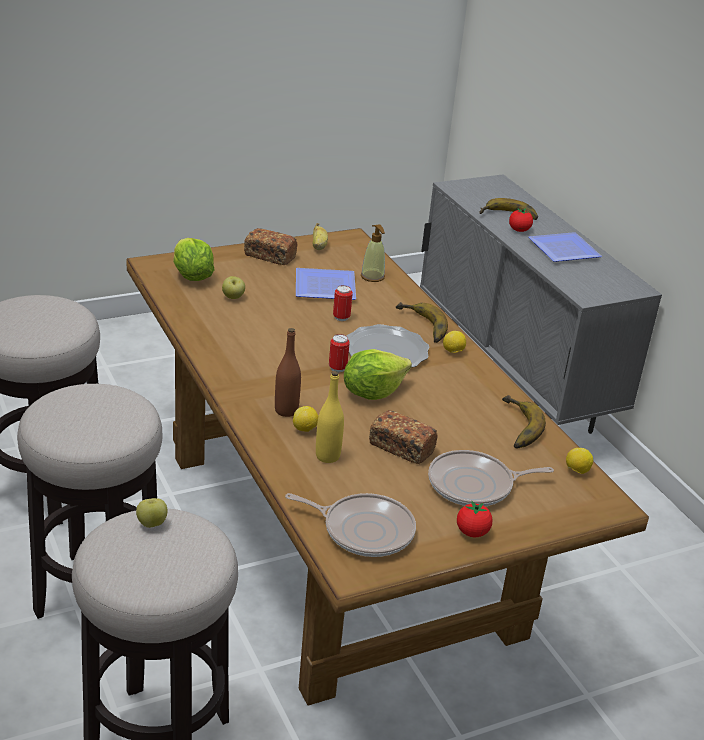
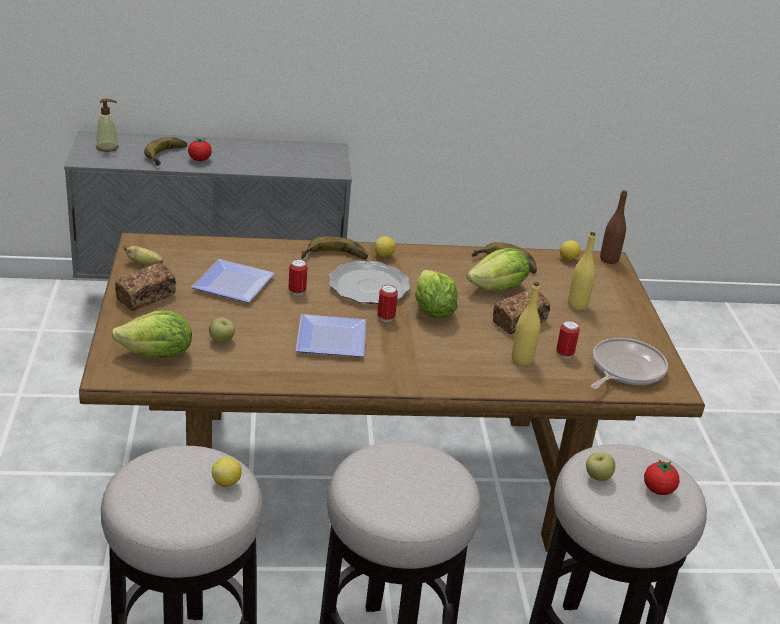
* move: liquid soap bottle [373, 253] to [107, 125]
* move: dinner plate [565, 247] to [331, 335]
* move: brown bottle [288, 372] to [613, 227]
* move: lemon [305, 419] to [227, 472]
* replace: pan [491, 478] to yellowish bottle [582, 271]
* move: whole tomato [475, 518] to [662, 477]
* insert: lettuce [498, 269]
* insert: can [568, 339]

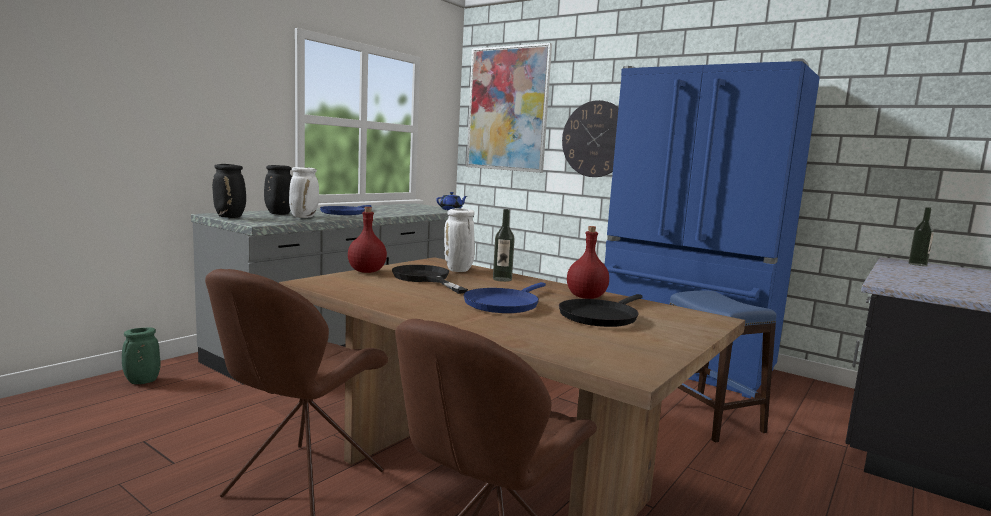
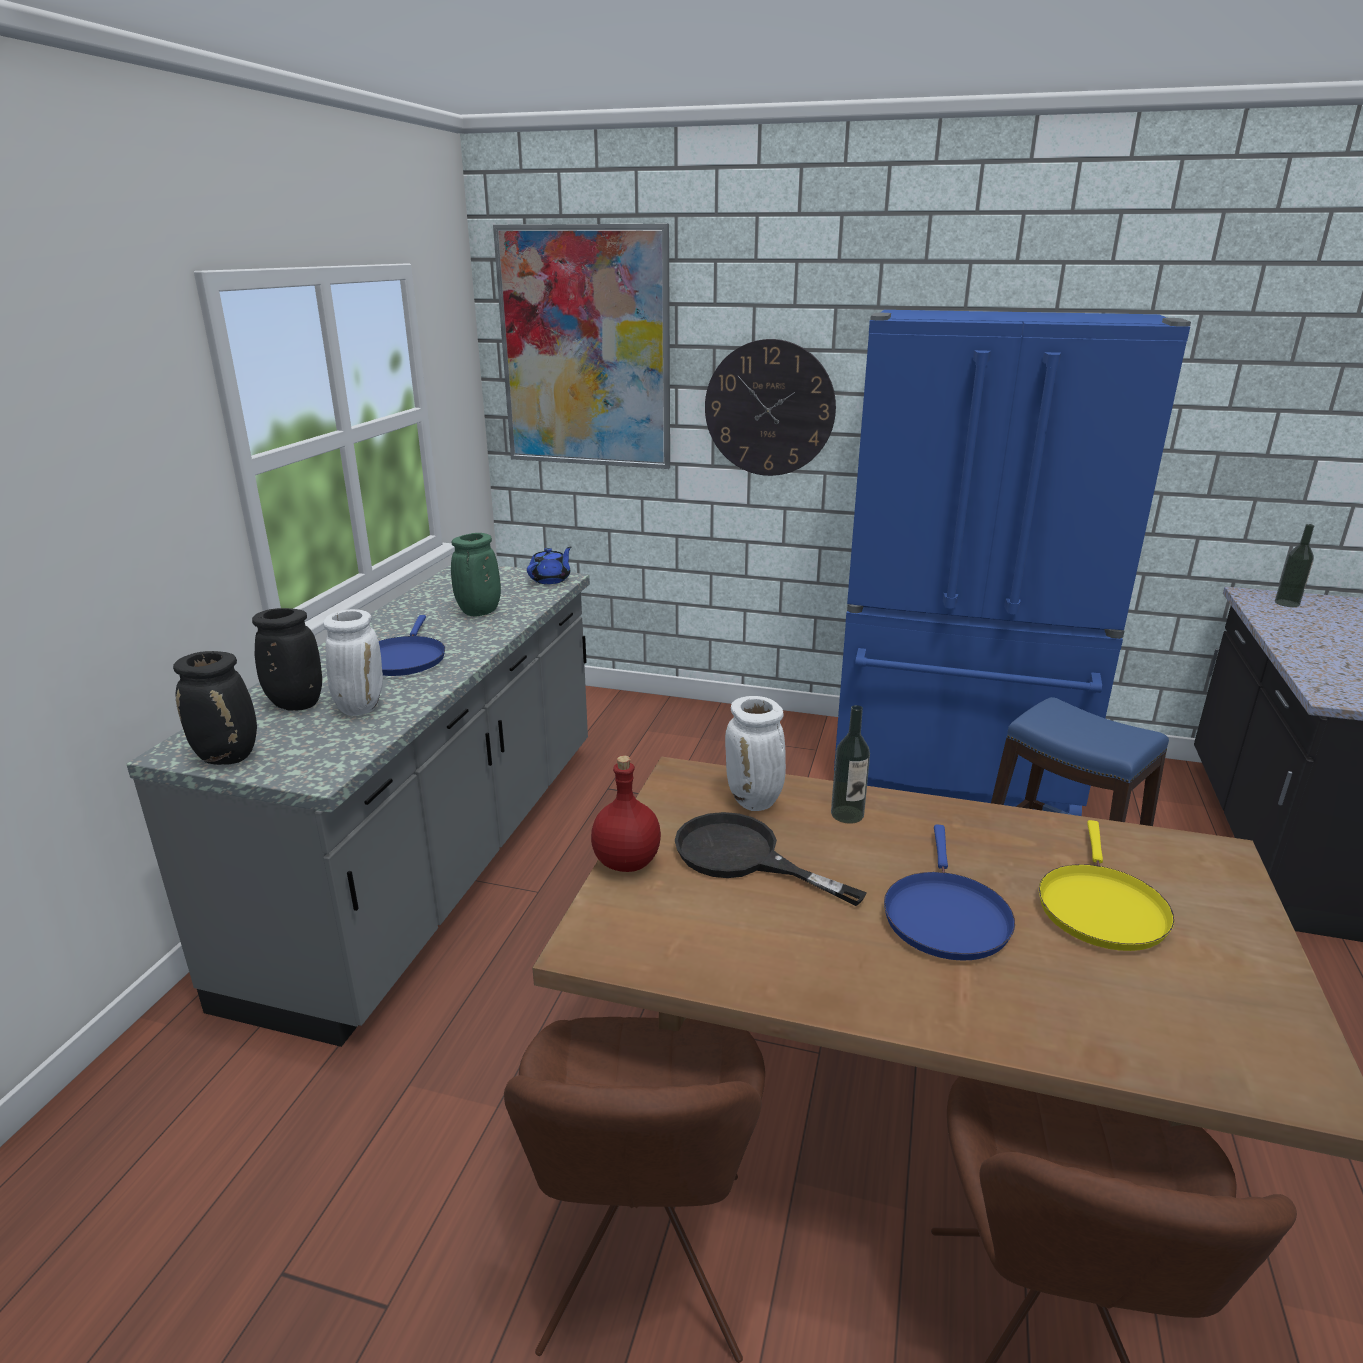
* delete: red bottle [588, 262]
* recolor: black-coloured pan [601, 310] to yellowish pan [1106, 885]
* move: green-coloured flower vase [141, 355] to [476, 575]

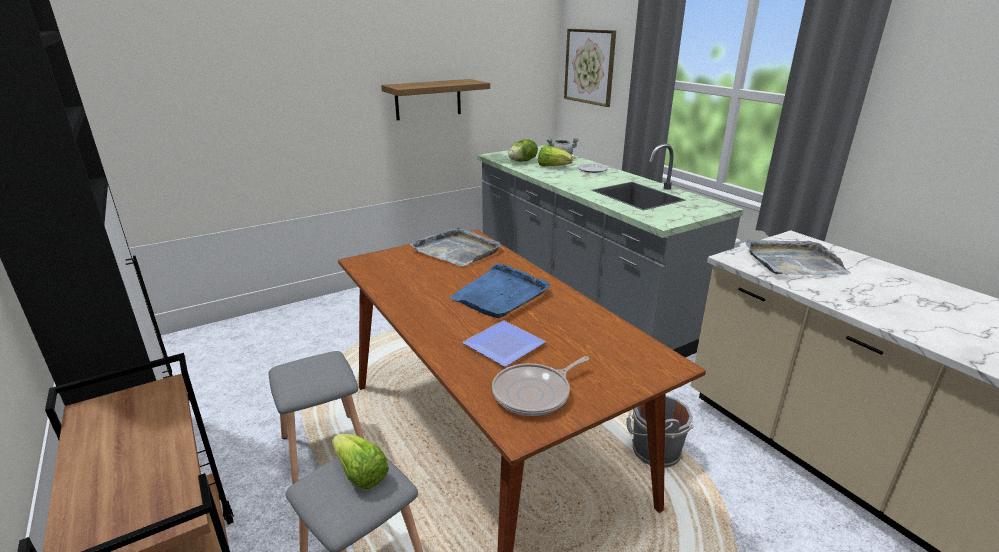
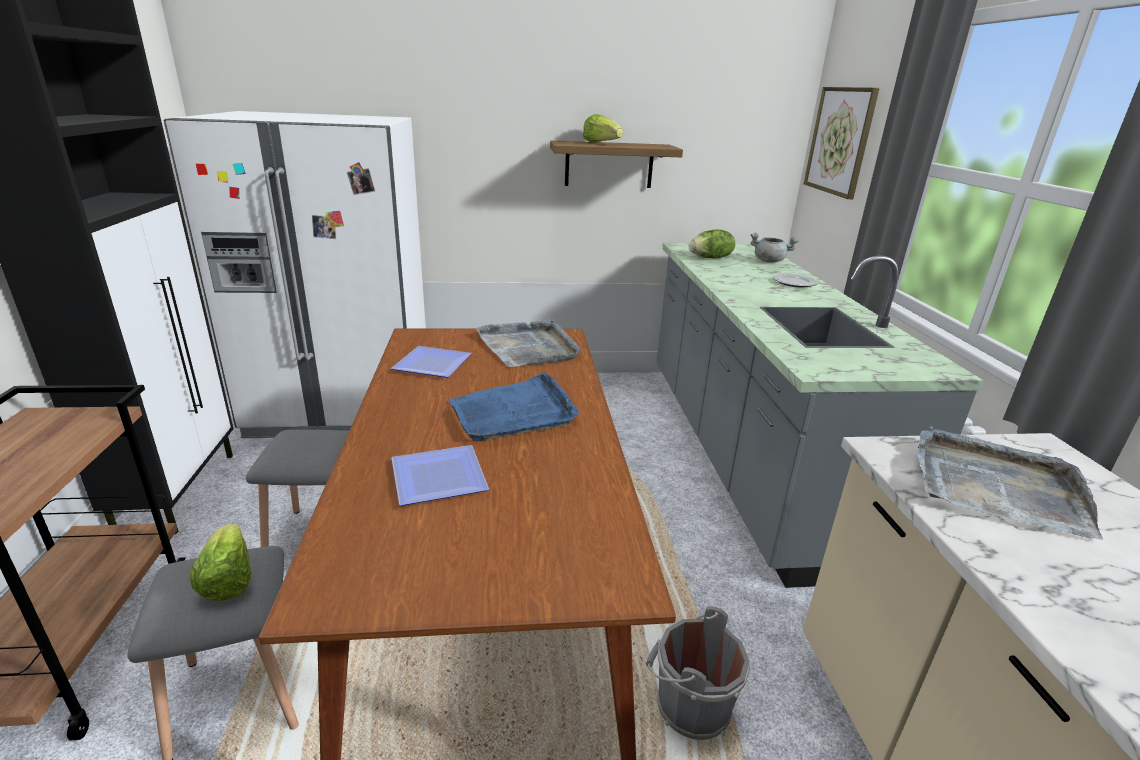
* move: lettuce [555, 156] to [603, 128]
* delete: pan [540, 386]
* insert: white fridge [295, 274]
* insert: dinner plate [431, 362]

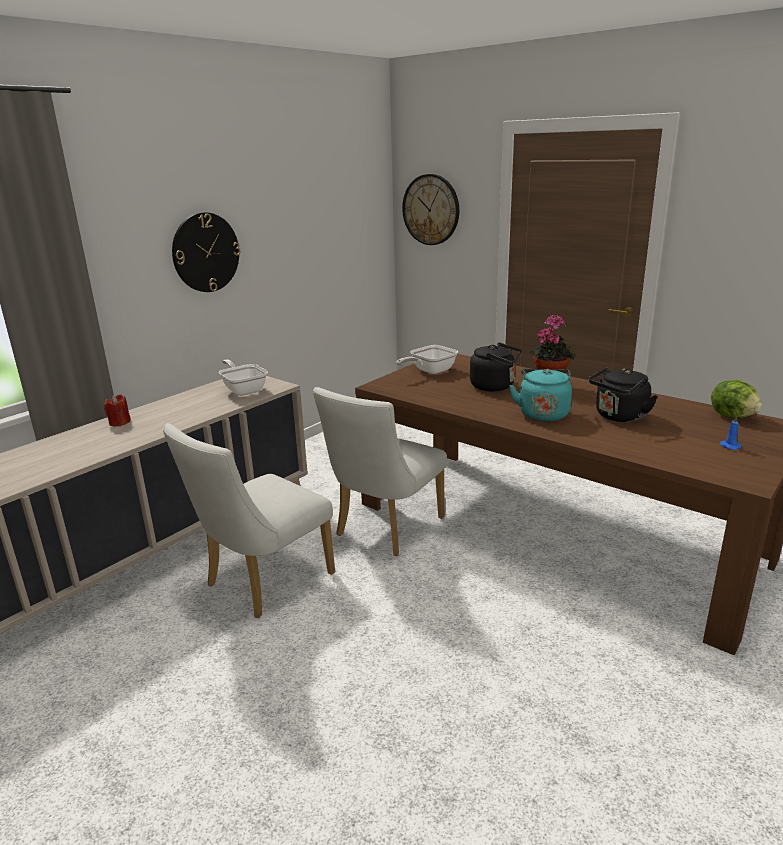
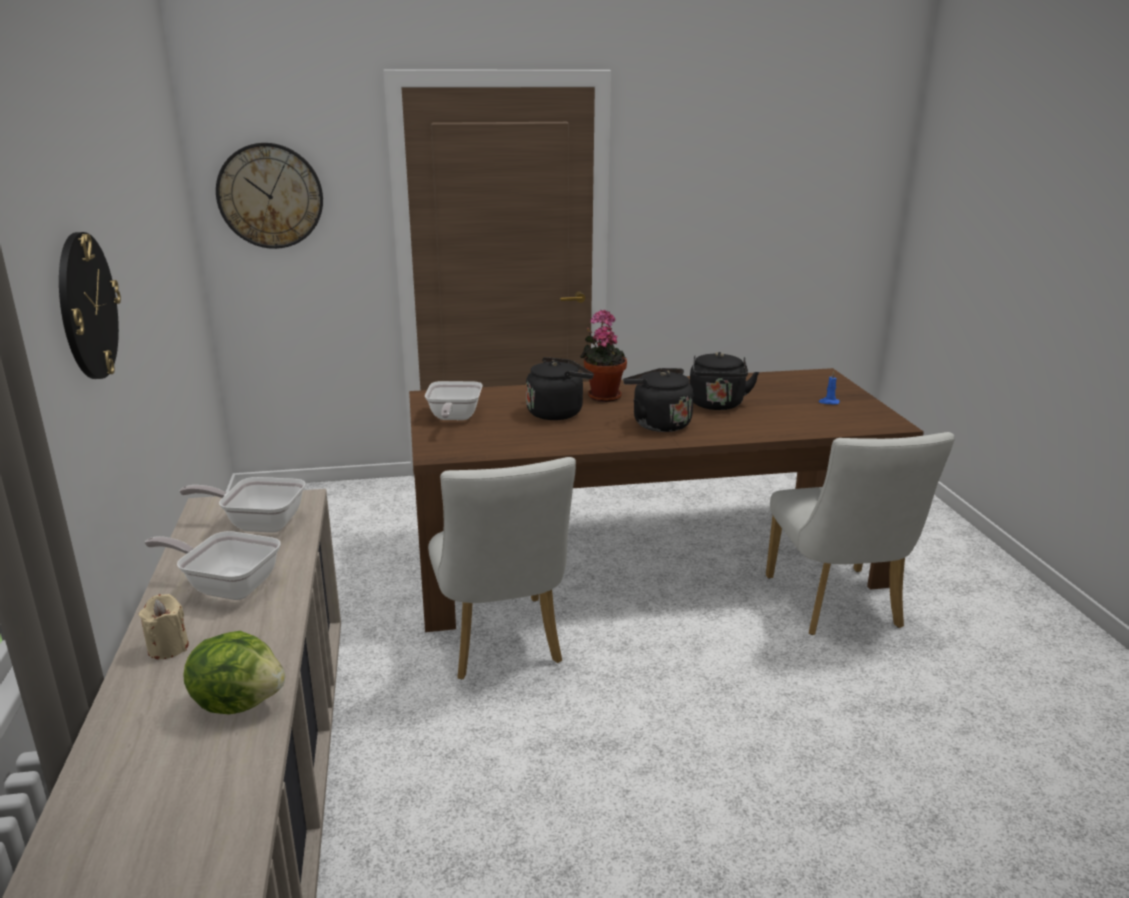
* recolor: blue-green water kettle [540, 395] to black-coloured water kettle [658, 400]
* move: lettuce [737, 399] to [234, 672]
* recolor: red wax light [117, 410] to beige-coloured wax light [164, 627]
* move: white upright chair [249, 520] to [860, 533]
* insert: pan [212, 565]

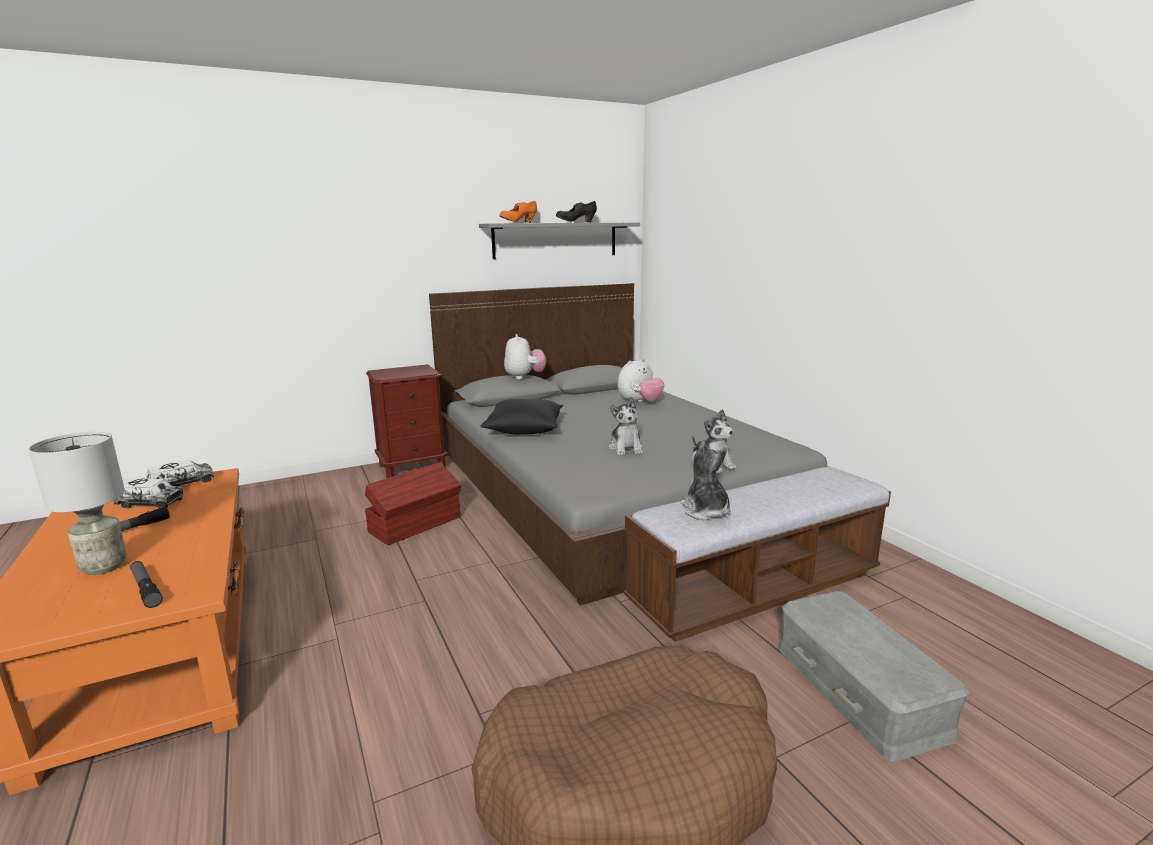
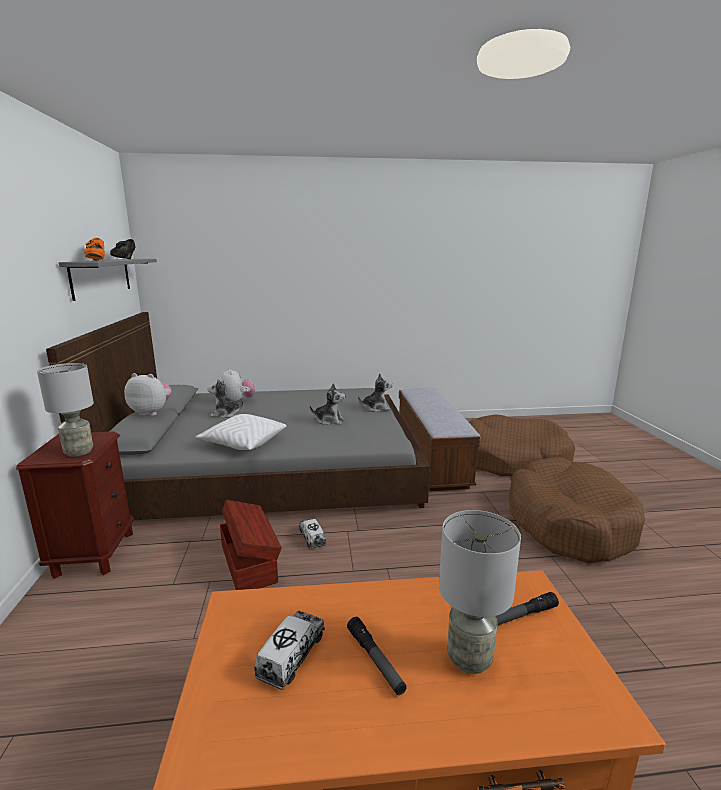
* recolor: black-coloured throw pillow [522, 417] to white throw pillow [241, 432]
* move: cuddly toy [706, 480] to [225, 398]
* move: toy lorry [180, 473] to [312, 534]
* replace: greyish storage box [874, 676] to brown dog bed [522, 445]
* insert: greyish tabletop lamp [65, 410]

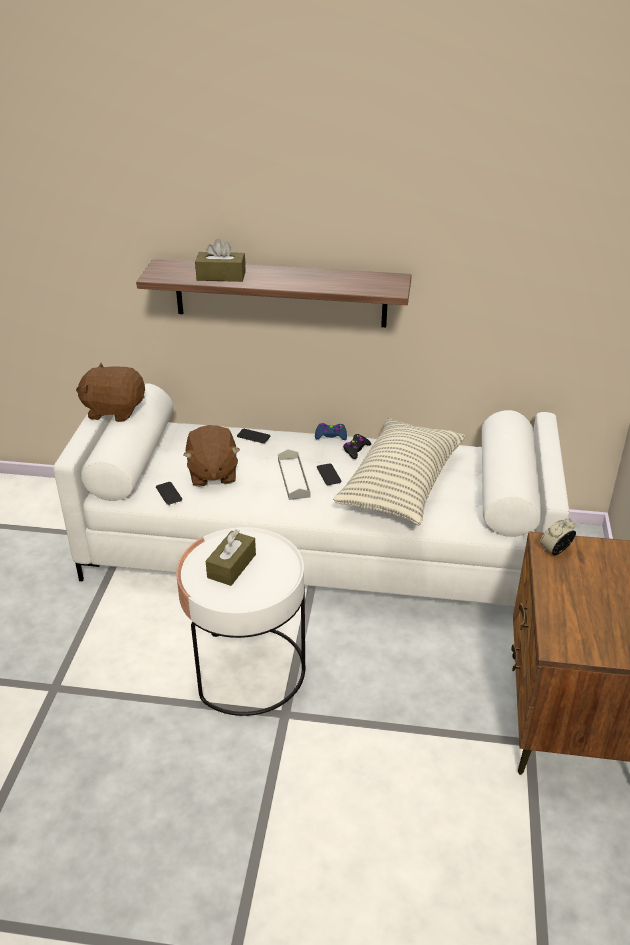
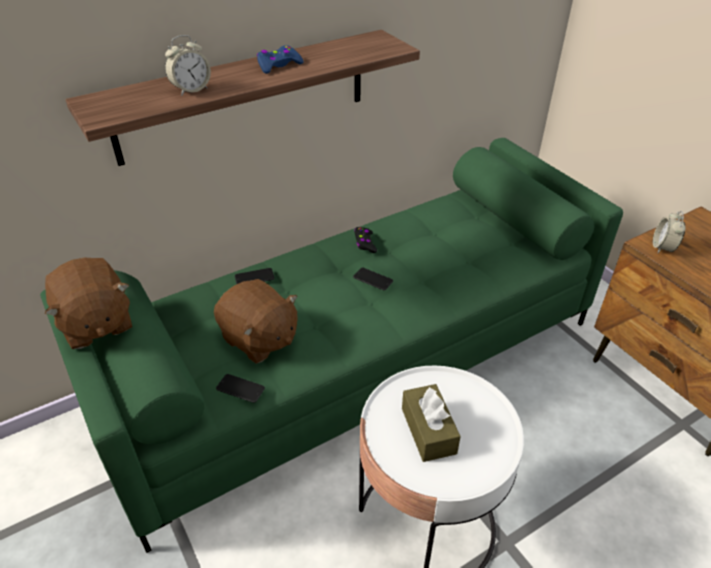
* replace: brown tissue holder [220, 260] to bedside clock [188, 65]
* rotate: brown cuddly toy [110, 392] = [88, 303] 90 degrees counterclockwise
* recolor: white couch [311, 494] to green-coloured couch [331, 345]
* delete: throw pillow [399, 472]
* move: bluish game controller [331, 431] to [280, 59]
* delete: greyish carrying tray [294, 474]

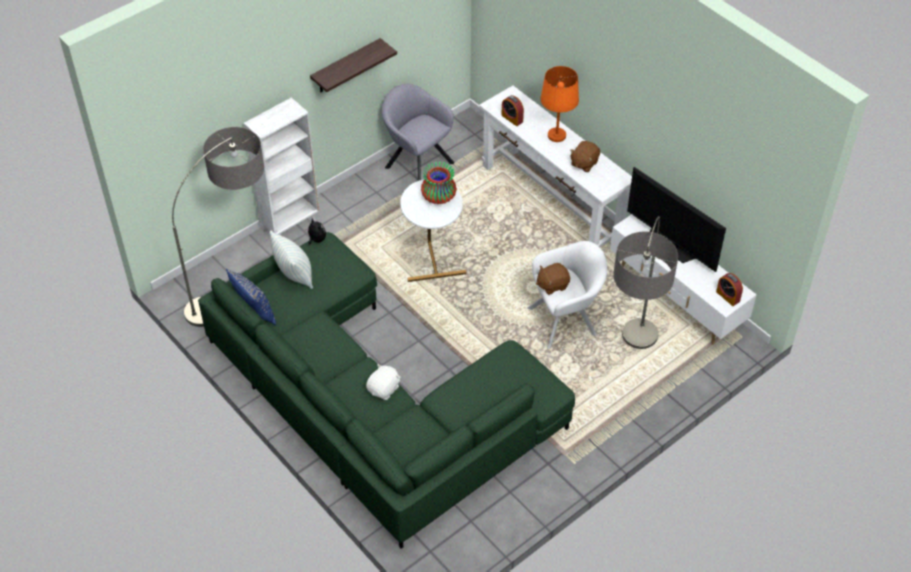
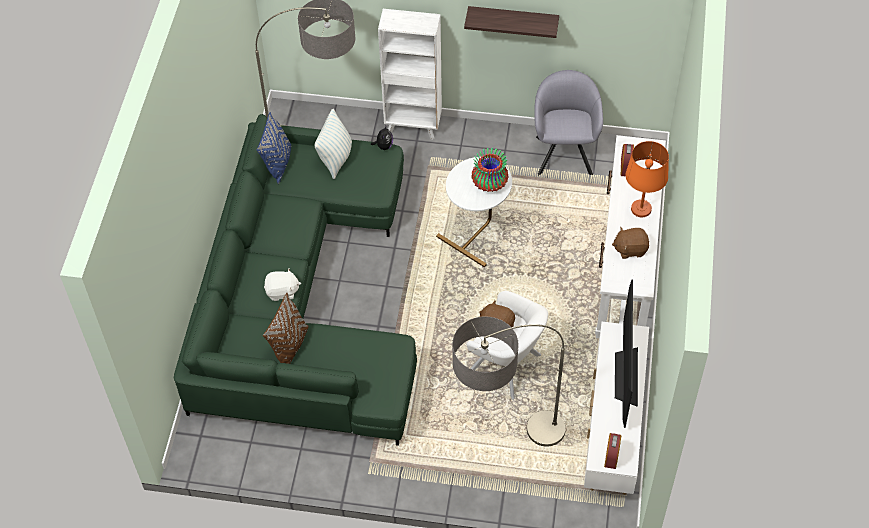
* insert: brown throw pillow [285, 328]

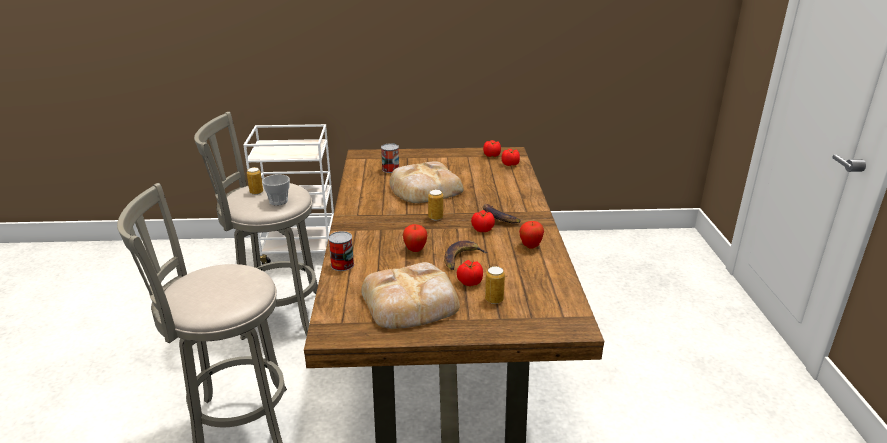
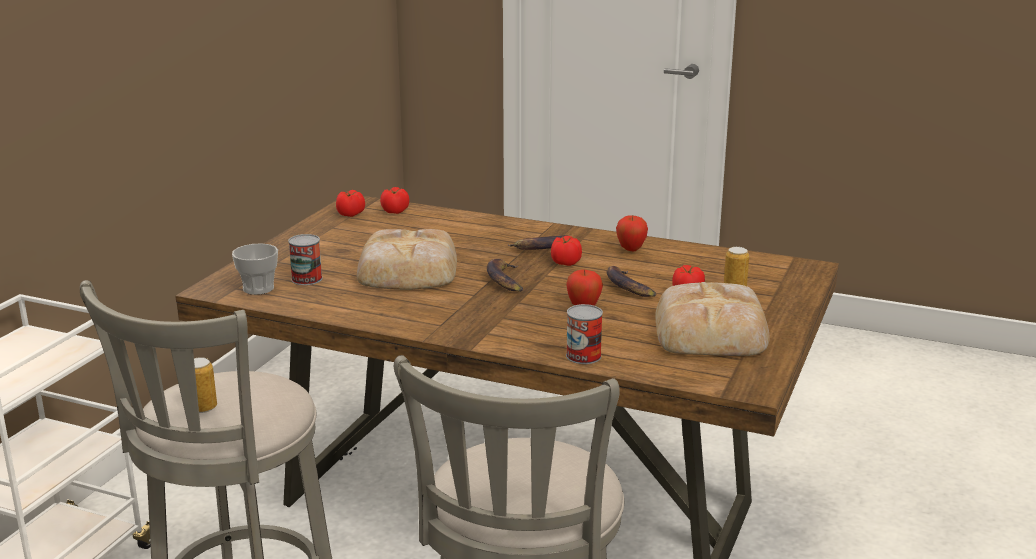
* move: small cup [276, 190] to [255, 269]
* replace: can [435, 205] to whole banana [505, 275]

